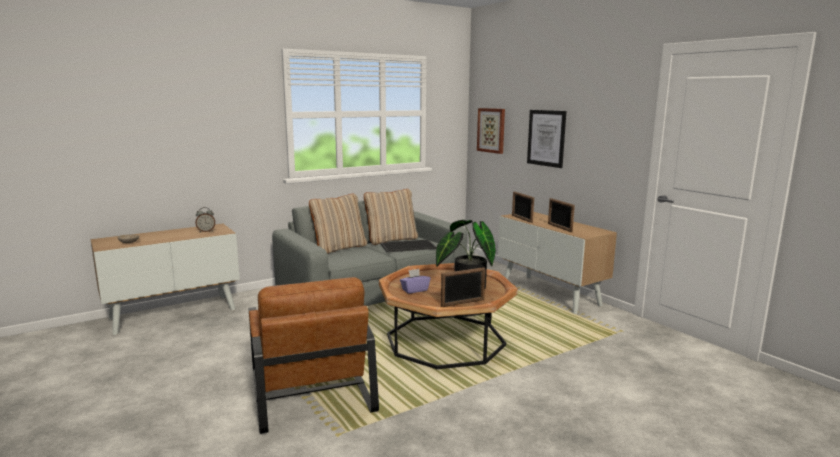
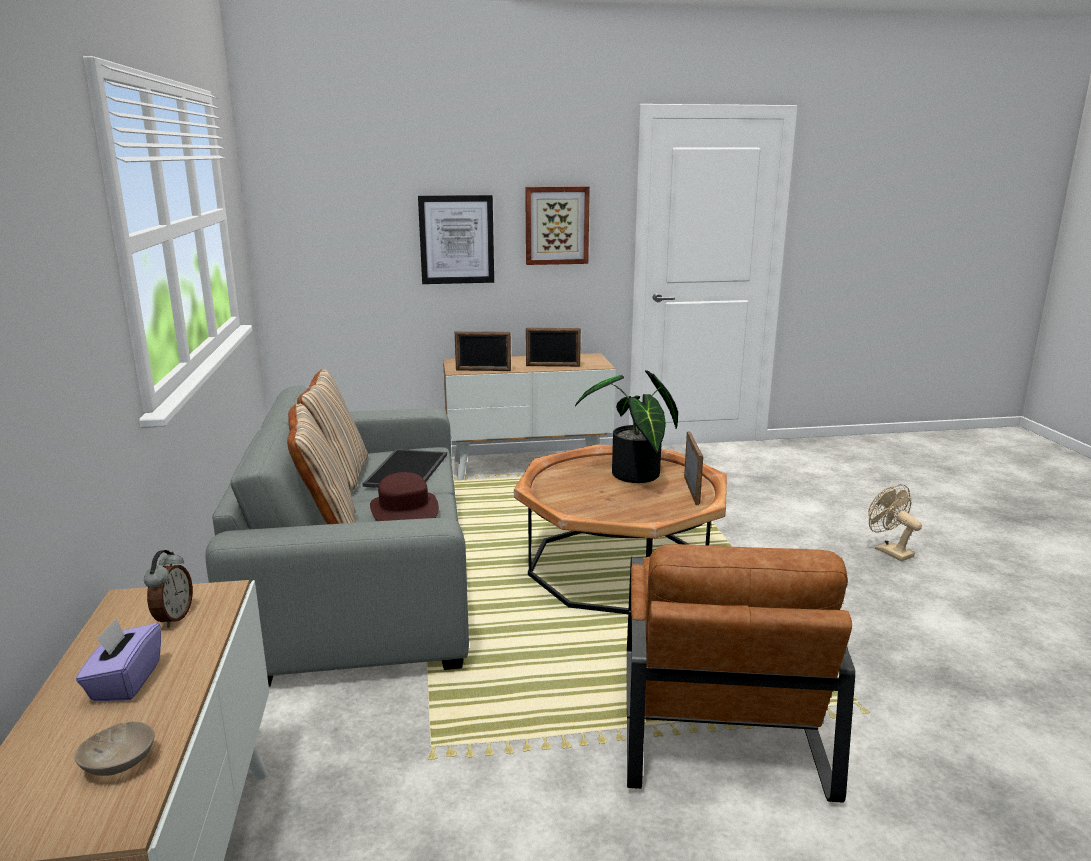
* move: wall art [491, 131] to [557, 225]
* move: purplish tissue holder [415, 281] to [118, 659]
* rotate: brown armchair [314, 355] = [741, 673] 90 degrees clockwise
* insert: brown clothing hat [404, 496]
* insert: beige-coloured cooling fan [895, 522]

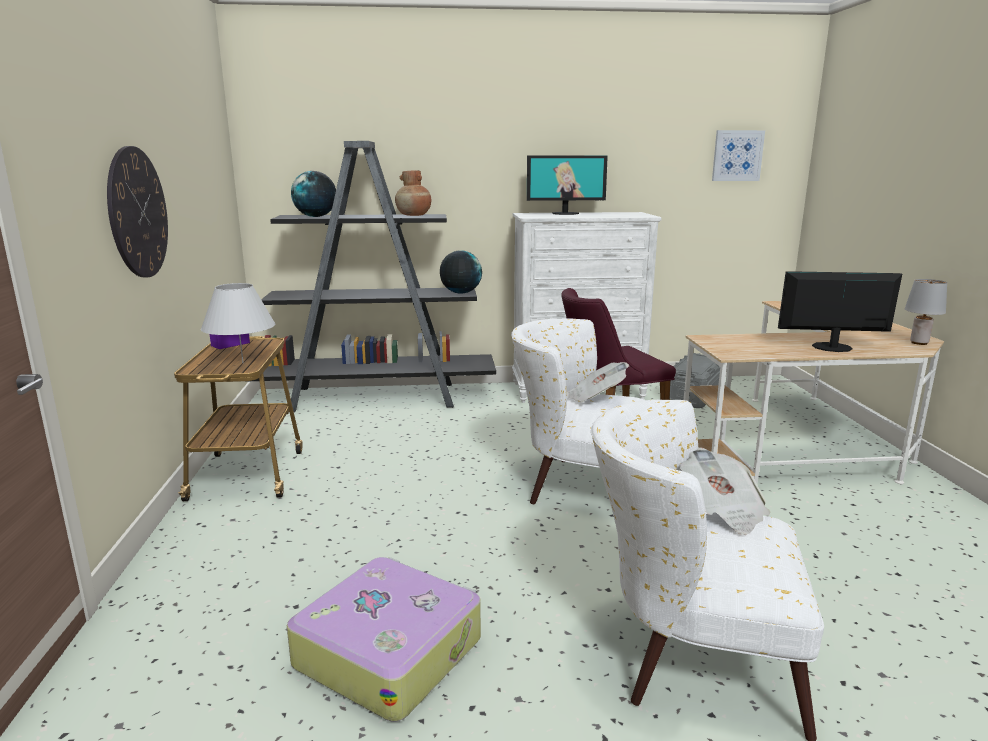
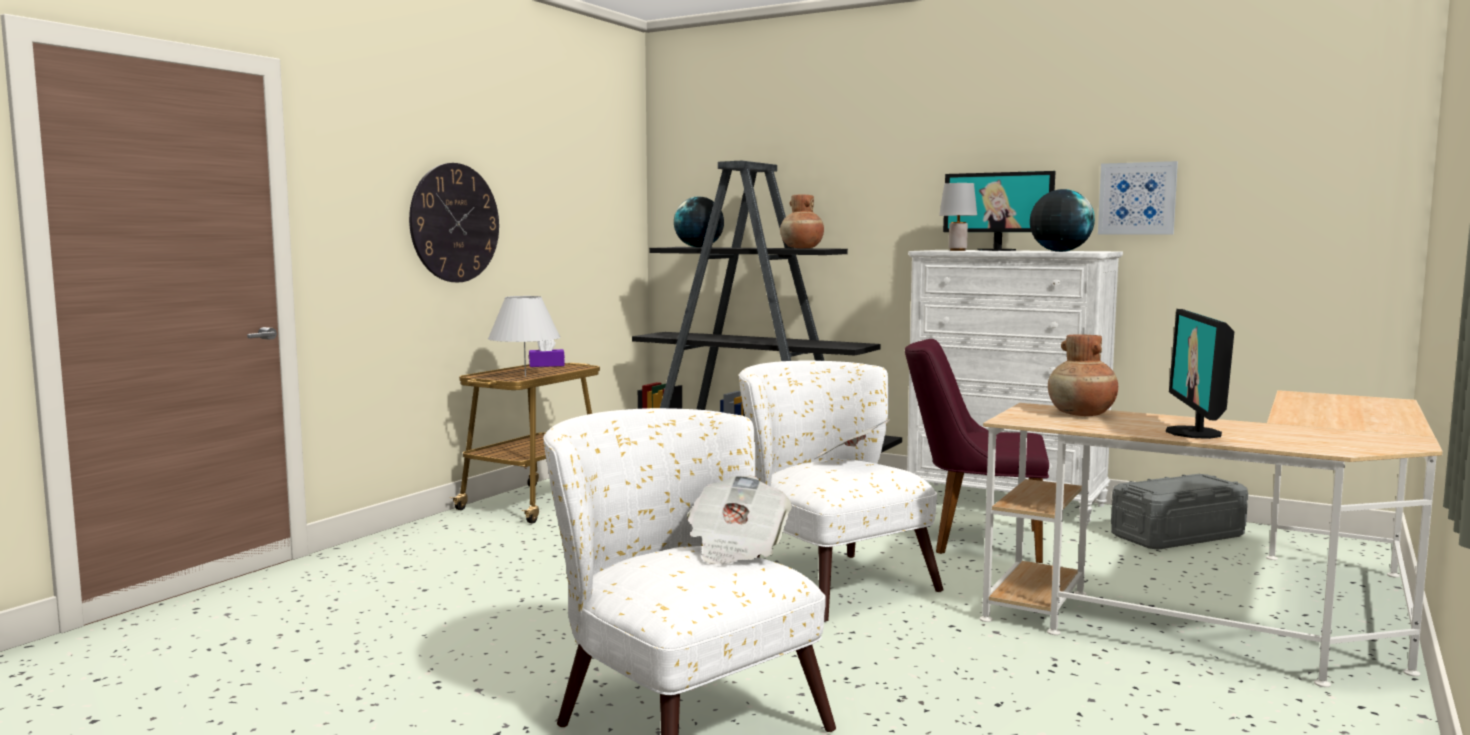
* move: wall art [738, 155] to [1138, 198]
* move: globe [461, 272] to [1062, 220]
* rotate: computer screen [840, 311] = [1200, 374] 120 degrees counterclockwise
* move: greyish tabletop lamp [926, 312] to [958, 217]
* delete: piece of luggage [383, 639]
* insert: brown flower vase [1083, 375]

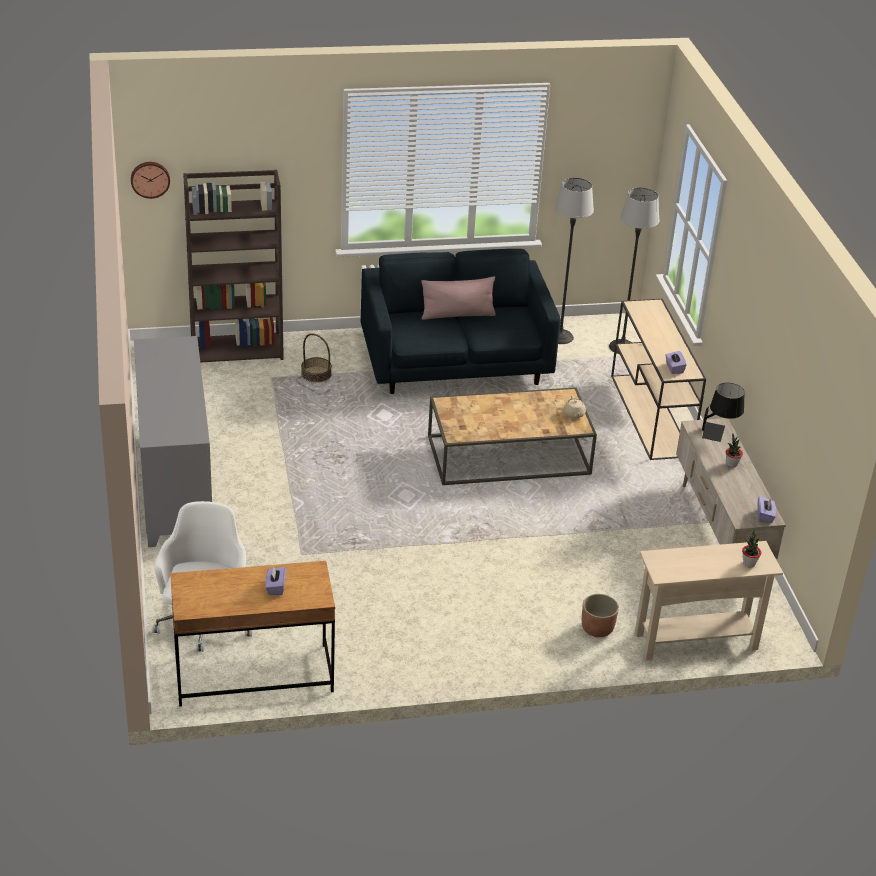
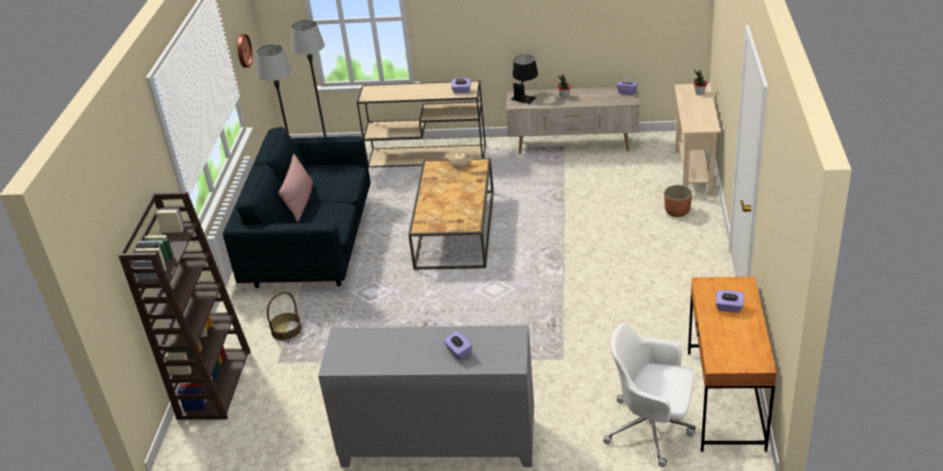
* move: clock on the wall [150, 180] to [245, 51]
* insert: purplish tissue holder [458, 345]

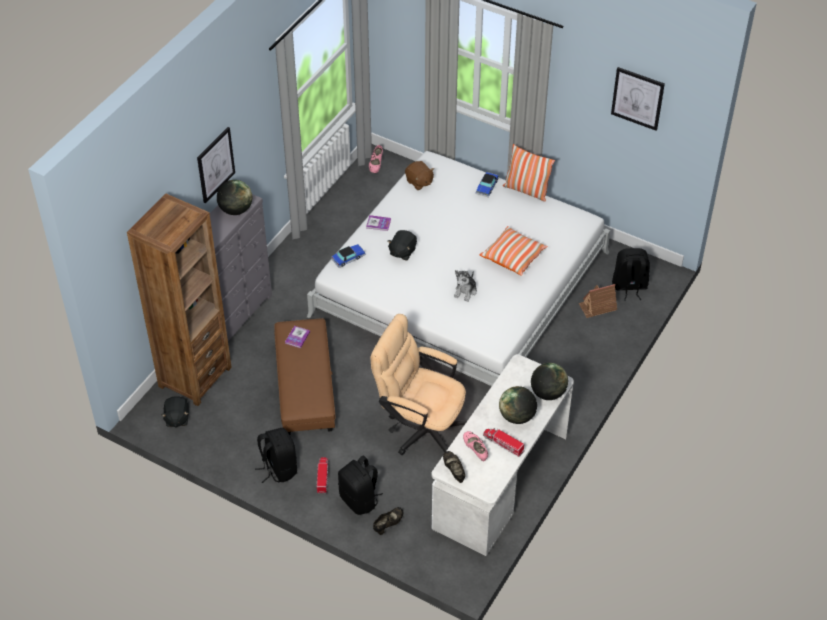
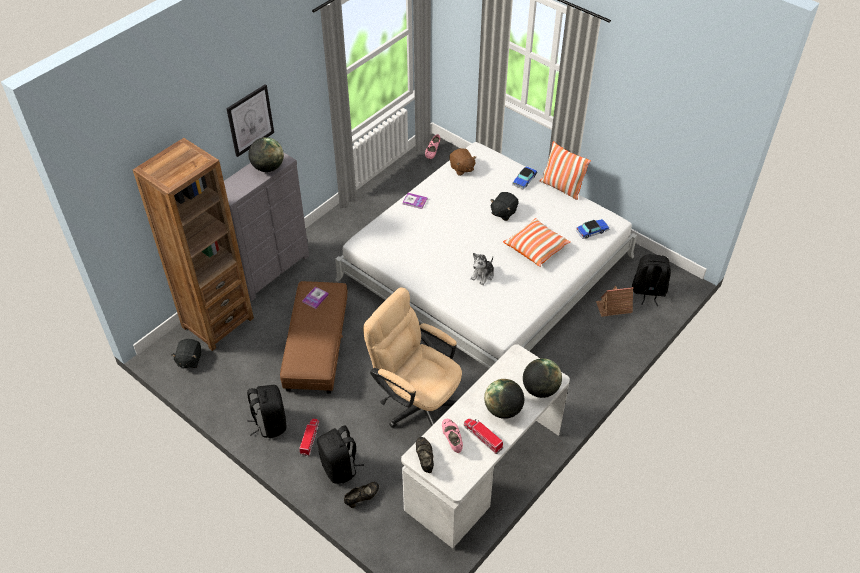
* delete: wall art [638, 99]
* move: black-coloured cuddly toy [402, 245] to [504, 206]
* move: toy car [348, 256] to [592, 229]

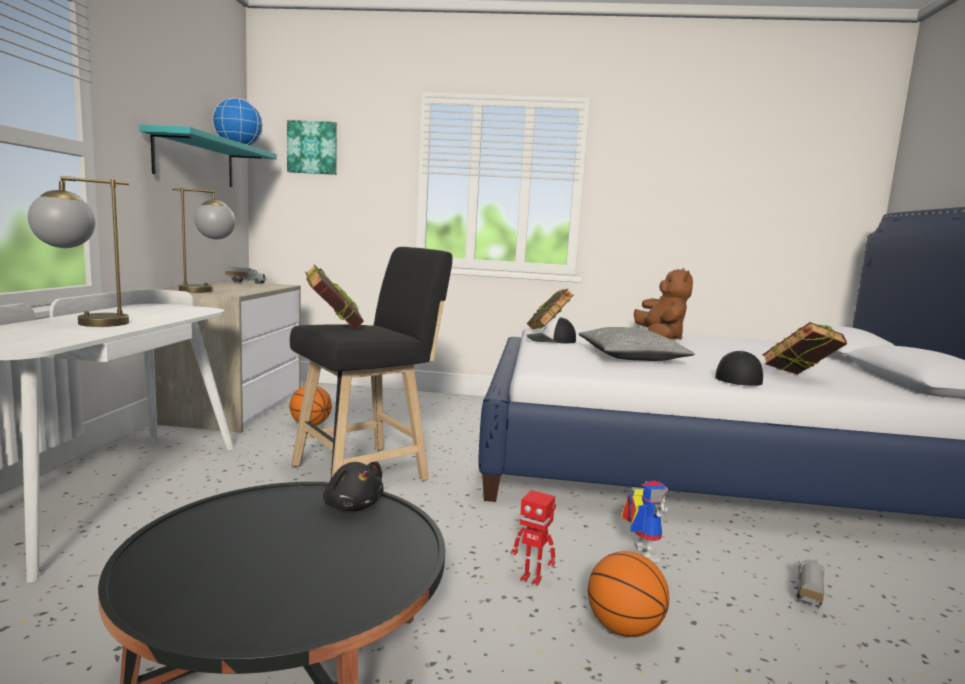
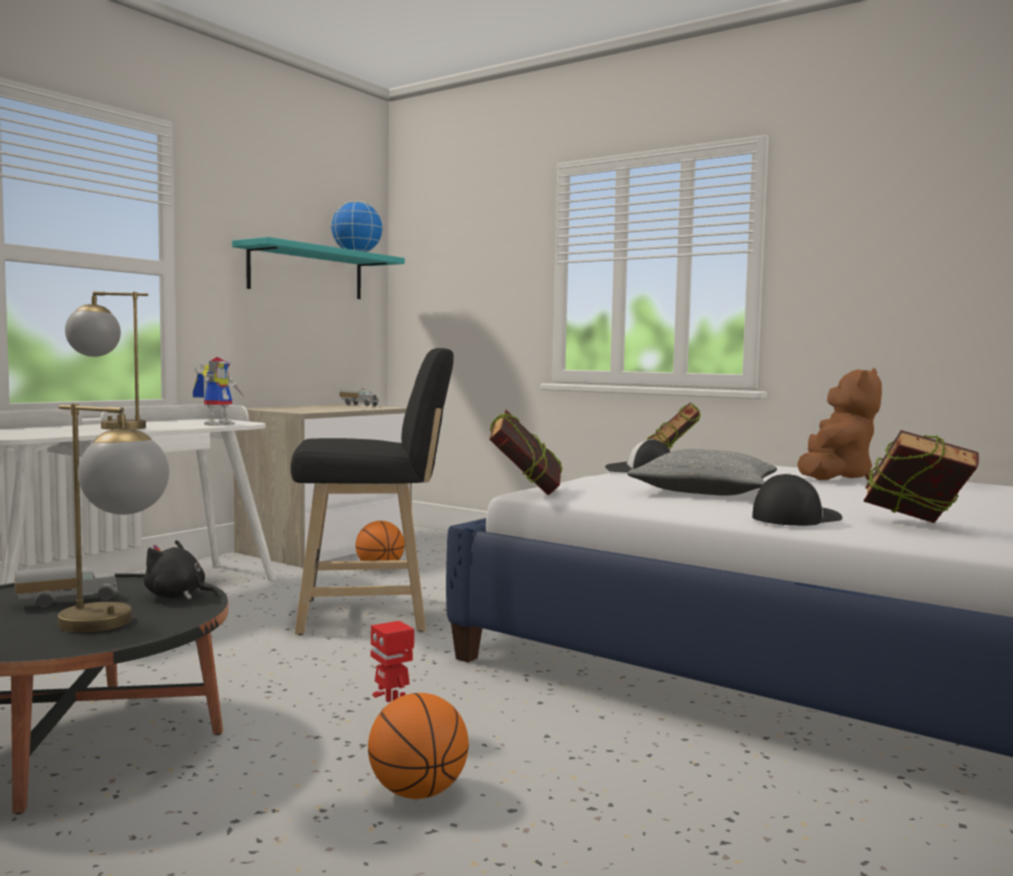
* delete: wall art [312, 147]
* move: tabletop lamp [204, 240] to [113, 518]
* move: volume [334, 297] to [526, 452]
* rotate: black-coloured cuddly toy [353, 486] = [181, 569] 120 degrees clockwise
* move: toy robot [644, 522] to [218, 391]
* move: toy lorry [811, 582] to [66, 586]

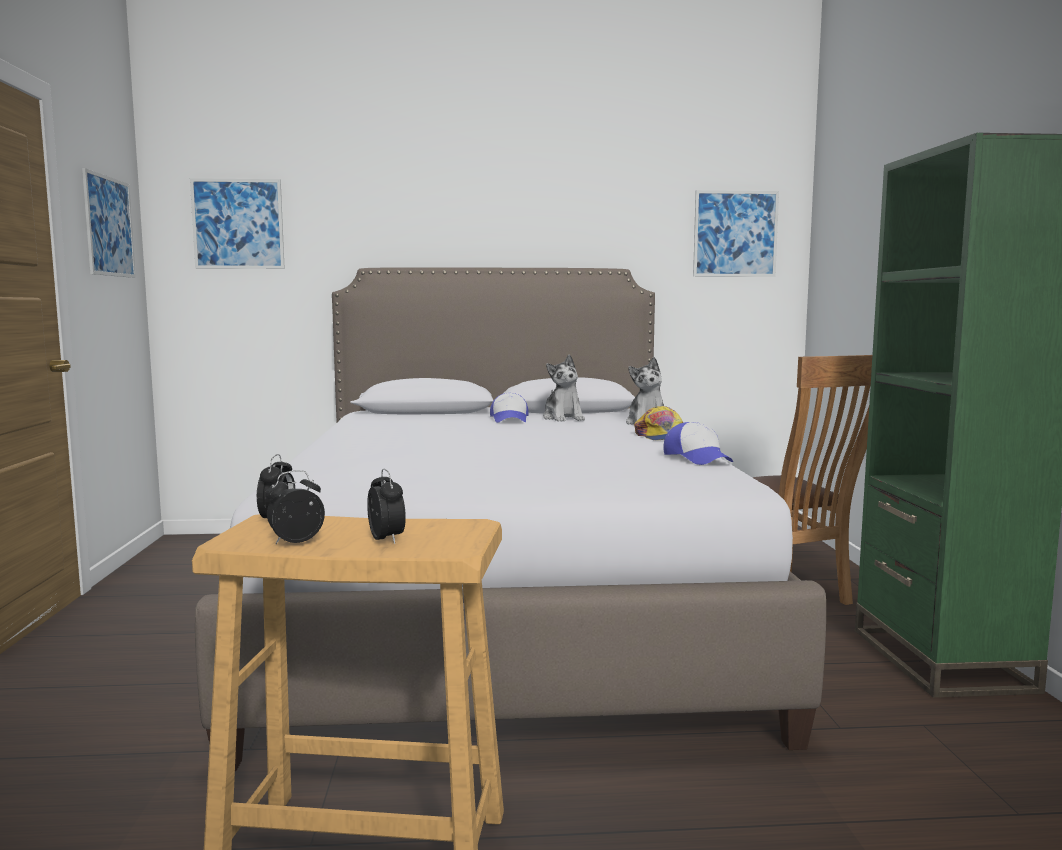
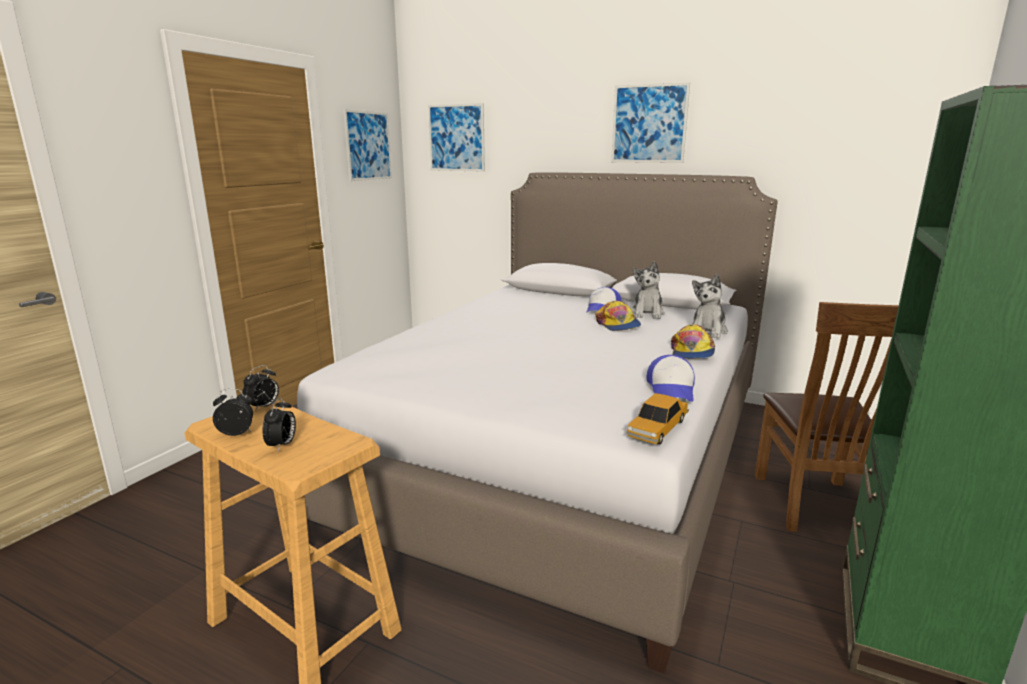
* move: wall art [736, 233] to [650, 122]
* insert: cap [618, 316]
* insert: toy car [657, 418]

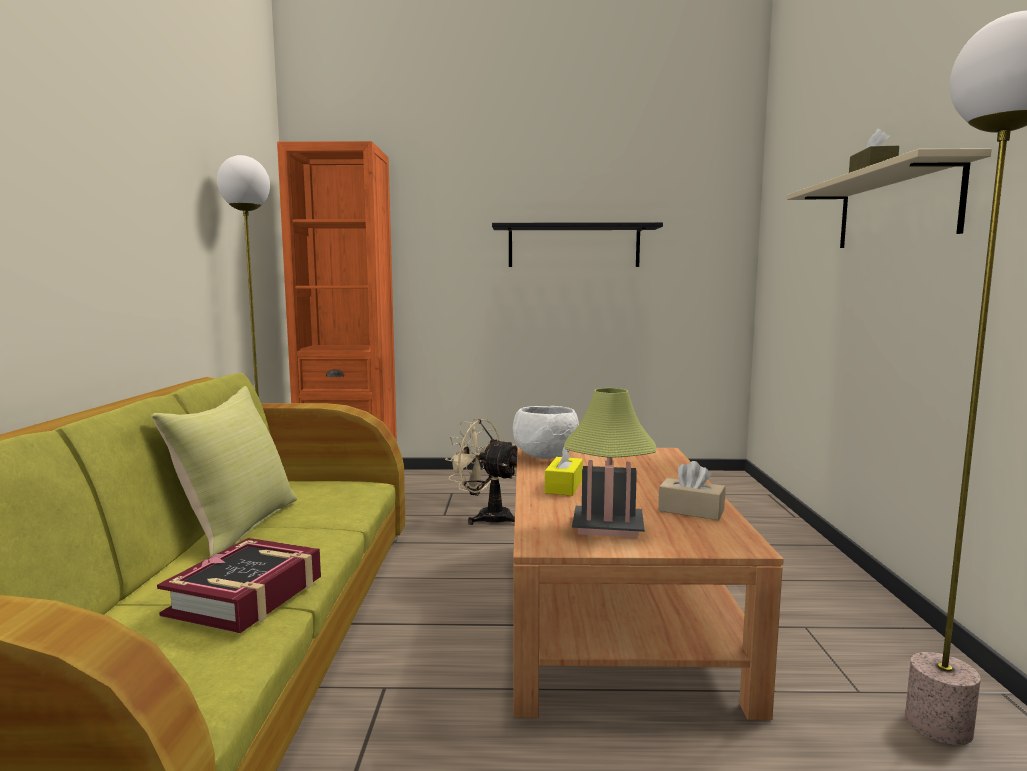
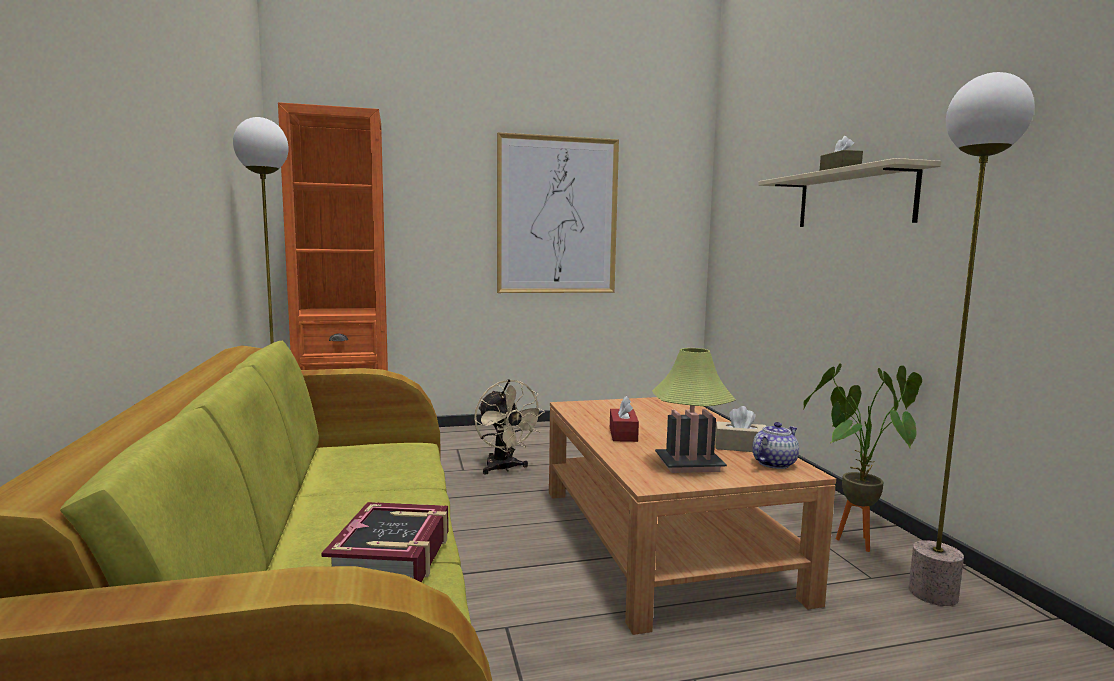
* replace: black-coloured bracket shelf [577, 244] to wall art [558, 212]
* delete: yellowish throw pillow [224, 471]
* delete: white serving bowl [546, 432]
* rotate: beige-coloured cooling fan [481, 472] = [509, 426] 135 degrees counterclockwise
* recolor: yellowish tissue holder [564, 471] to red tissue holder [624, 419]
* insert: potted plant [862, 457]
* insert: teapot [775, 445]

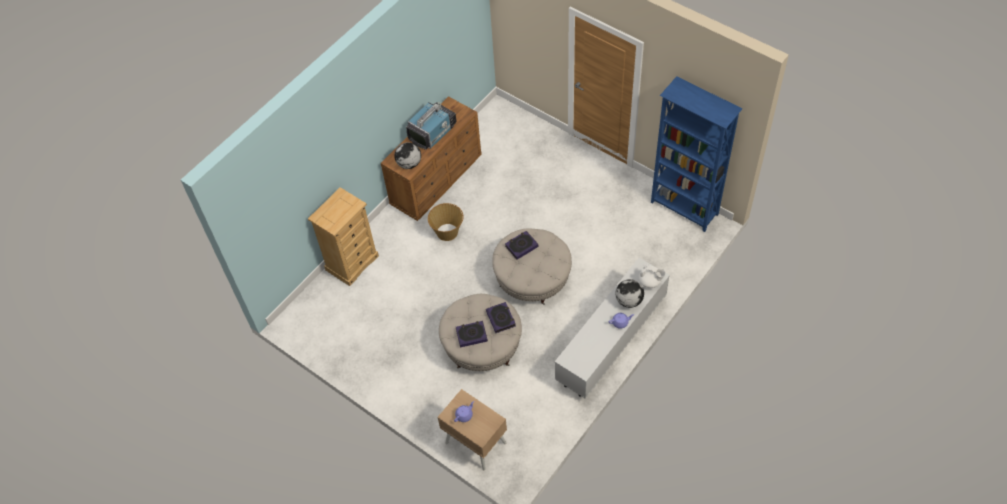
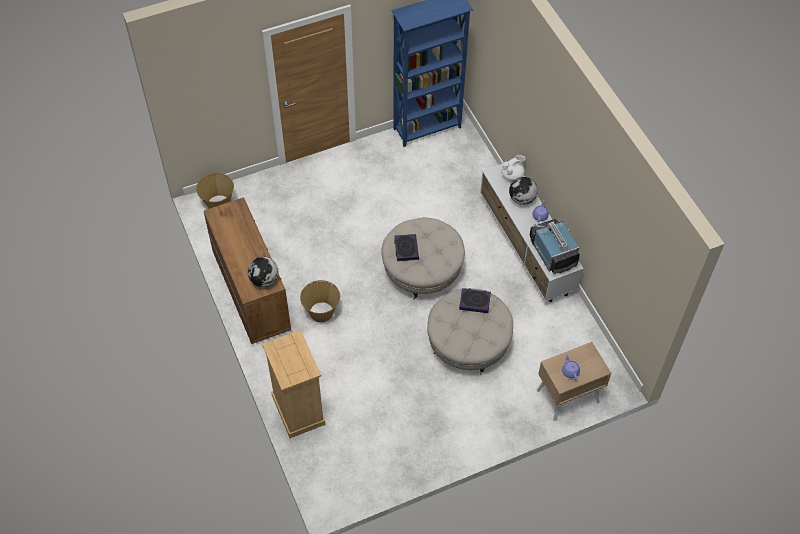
* move: TV set [431, 126] to [555, 246]
* delete: volume [472, 334]
* insert: household basket [215, 191]

